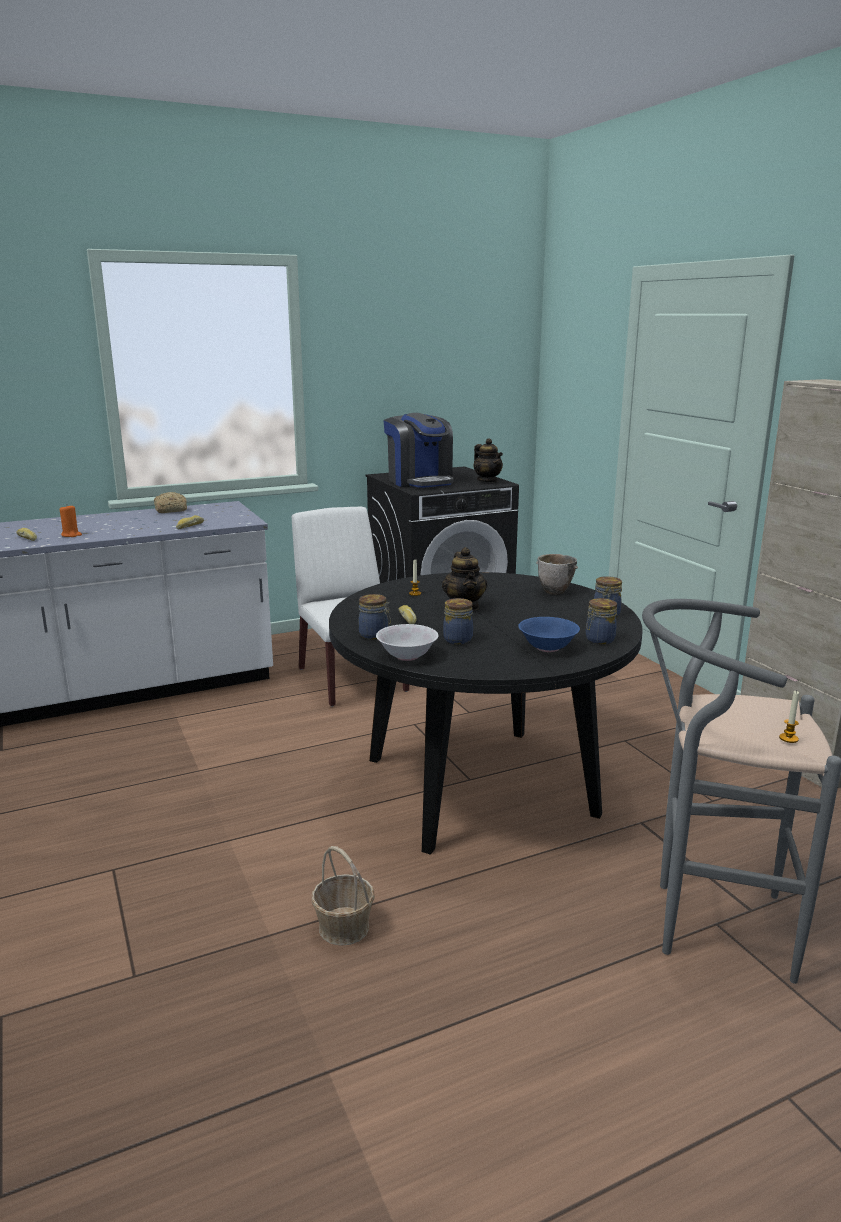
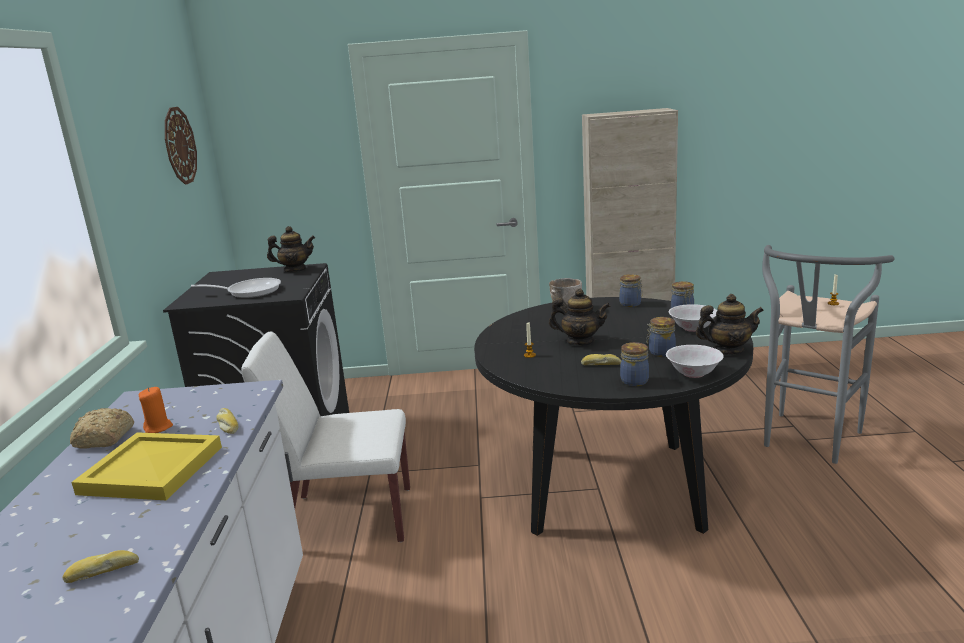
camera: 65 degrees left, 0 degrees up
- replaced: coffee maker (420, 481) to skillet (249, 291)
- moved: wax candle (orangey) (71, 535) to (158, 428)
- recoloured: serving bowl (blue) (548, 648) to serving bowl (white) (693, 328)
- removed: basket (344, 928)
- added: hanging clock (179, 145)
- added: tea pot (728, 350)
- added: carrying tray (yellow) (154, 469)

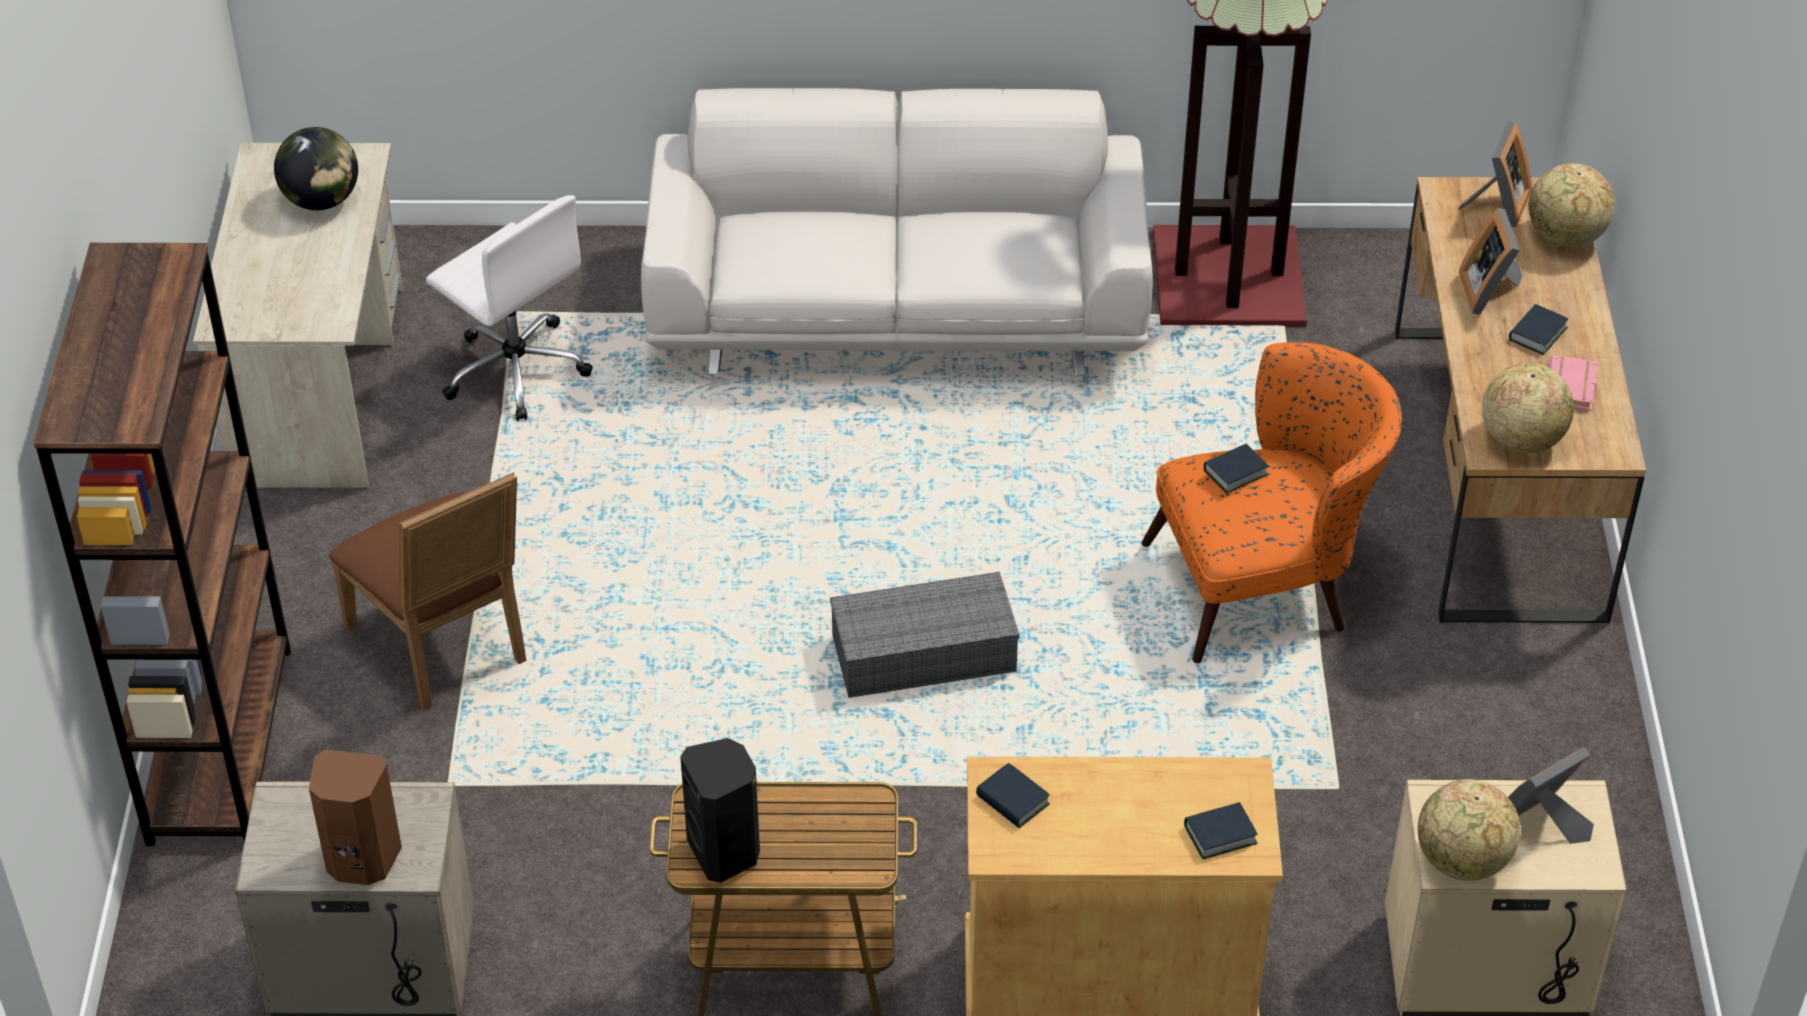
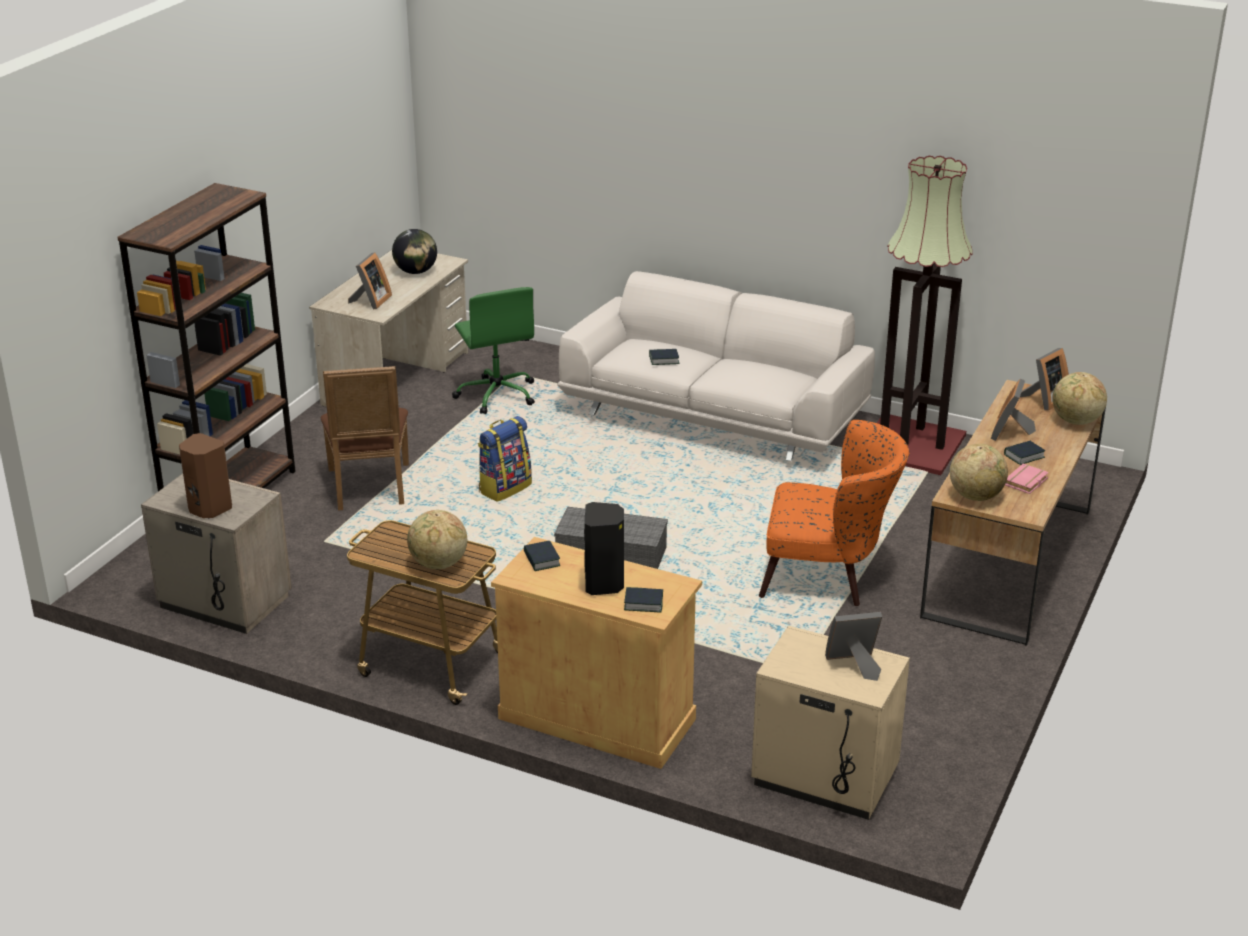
camera: 25 degrees right, 15 degrees down
- recoloured: computer chair (white) (515, 369) to computer chair (green-coloured) (497, 394)
- moved: bound book (1235, 472) to (664, 360)
- moved: loudspeaker (black) (725, 852) to (604, 584)
- moved: desk globe (1462, 861) to (438, 564)
- added: picture frame (371, 301)
- added: rucksack (504, 488)

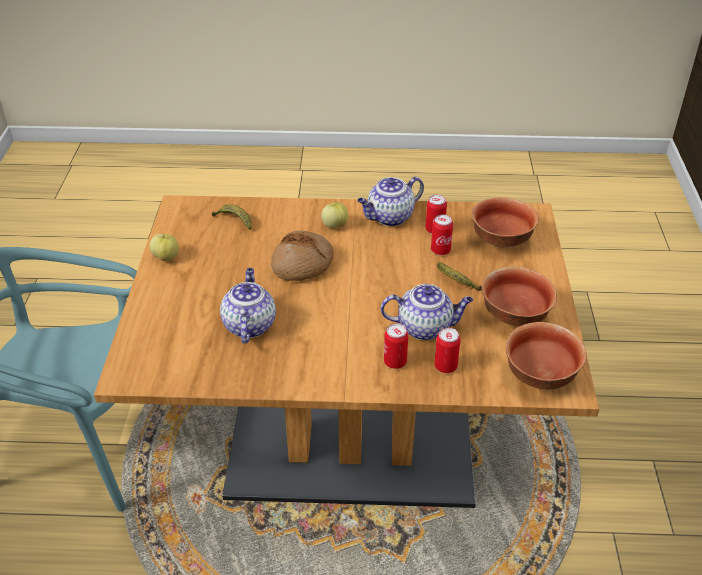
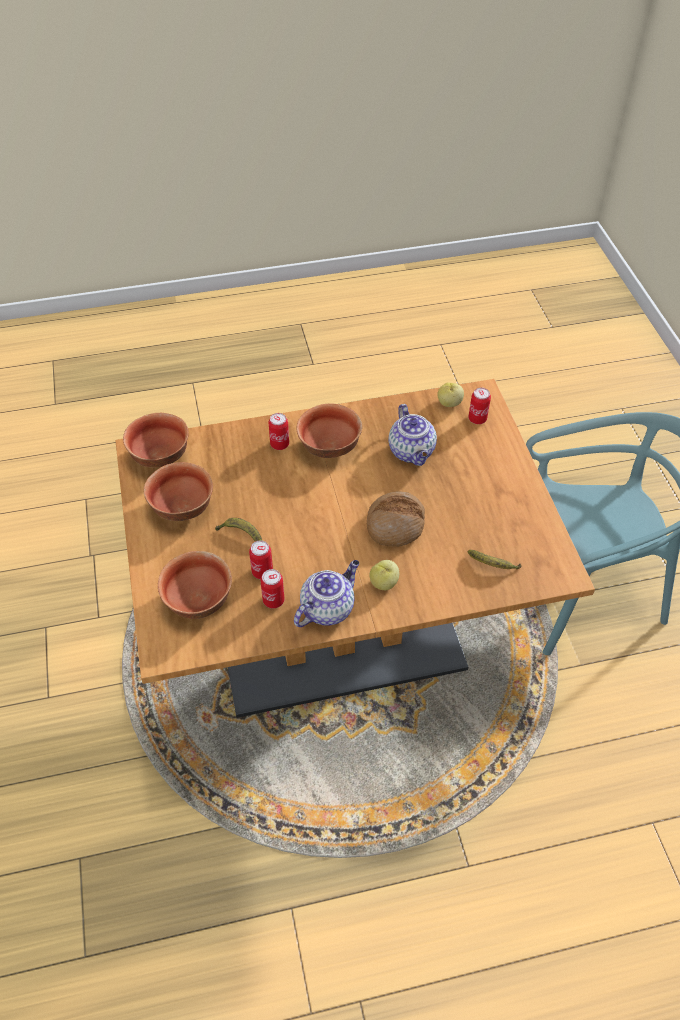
camera: 165 degrees right, 10 degrees up
- moved: whole apple (166, 257) to (449, 403)
- removed: tea pot (426, 327)
- moved: metal can (445, 366) to (477, 419)
- added: serving bowl (329, 448)

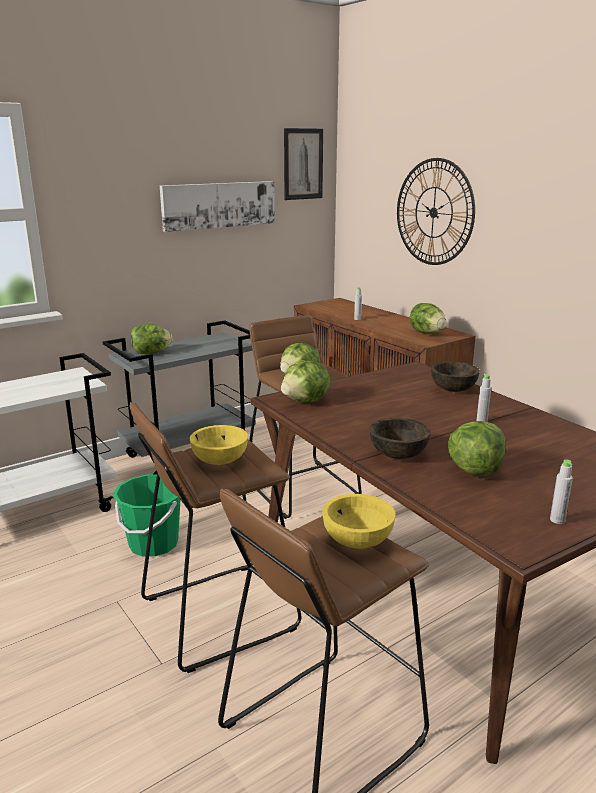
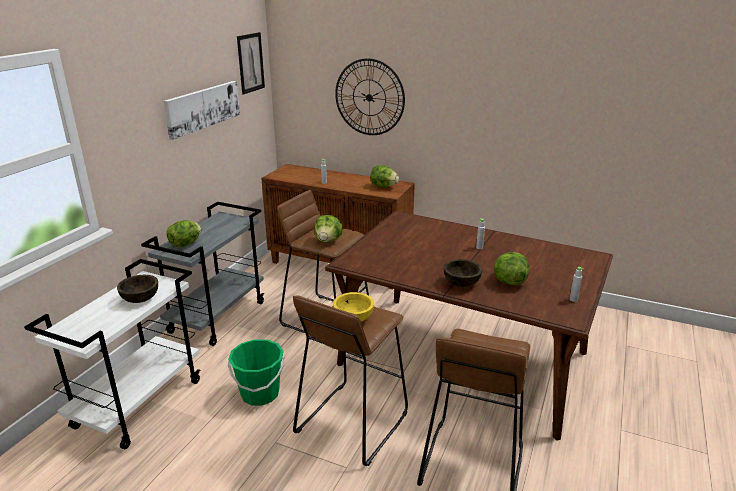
camera: 30 degrees left, 5 degrees up
- removed: lettuce (306, 401)
- moved: serving bowl (brownish) (453, 389) to (140, 299)
- removed: serving bowl (yellow) (357, 540)

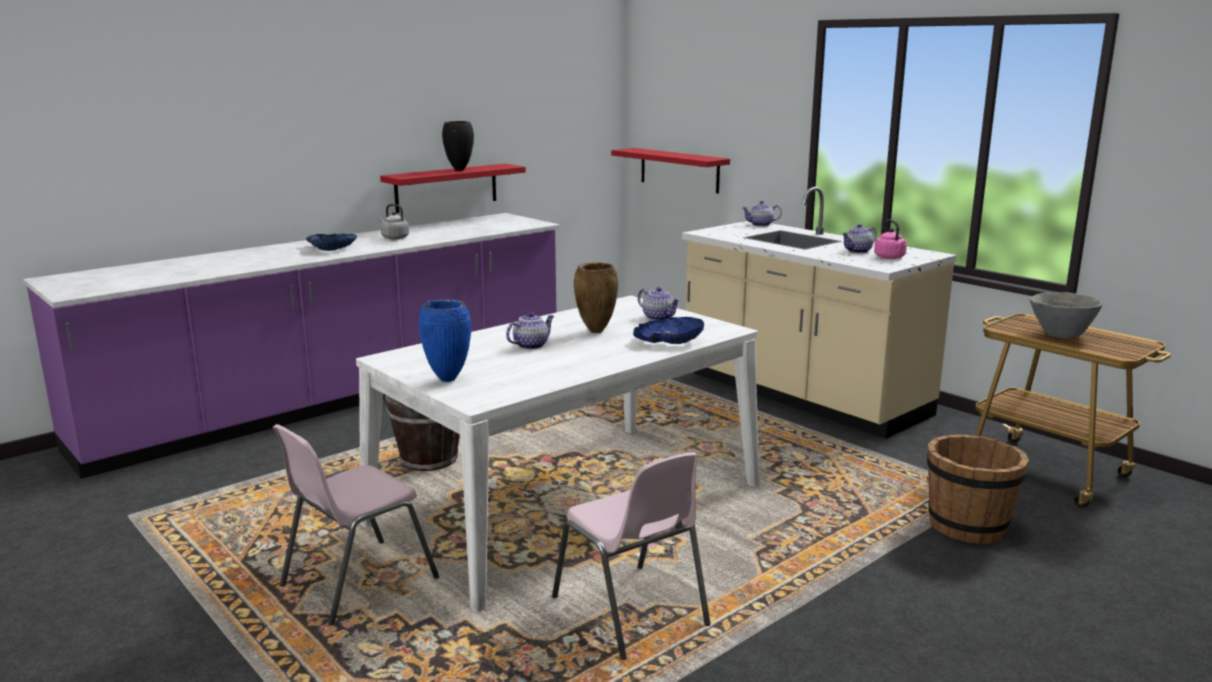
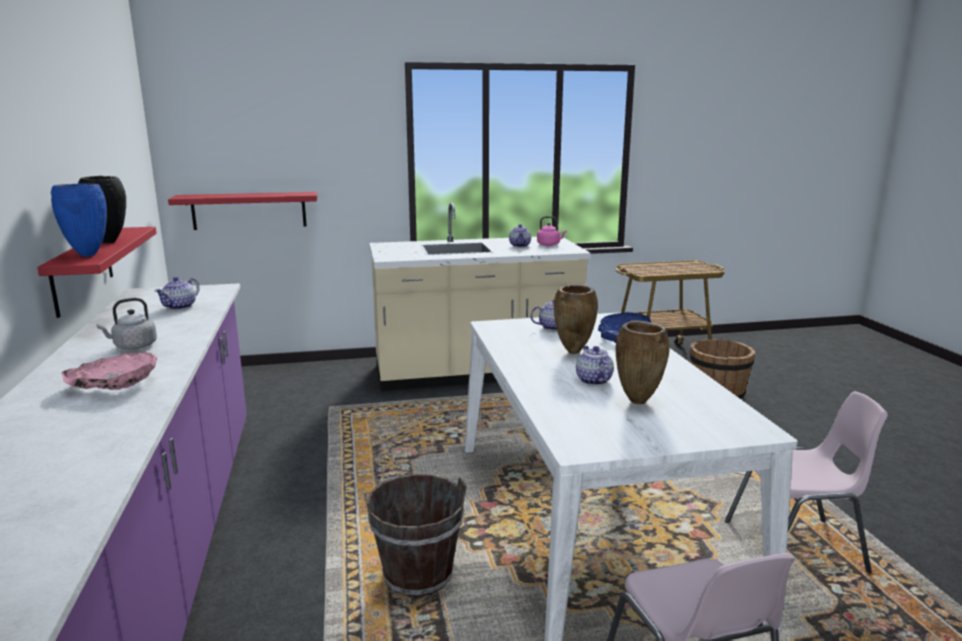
camera: 60 degrees left, 0 degrees up
- moved: tea pot (760, 224) to (180, 307)
- recoloured: serving bowl (blue) (332, 248) to serving bowl (pink-coloured) (115, 384)
- removed: serving bowl (greyish) (1060, 335)
- moved: decorative vase (blue) (448, 379) to (89, 255)
- added: decorative vase (brownish) (639, 402)

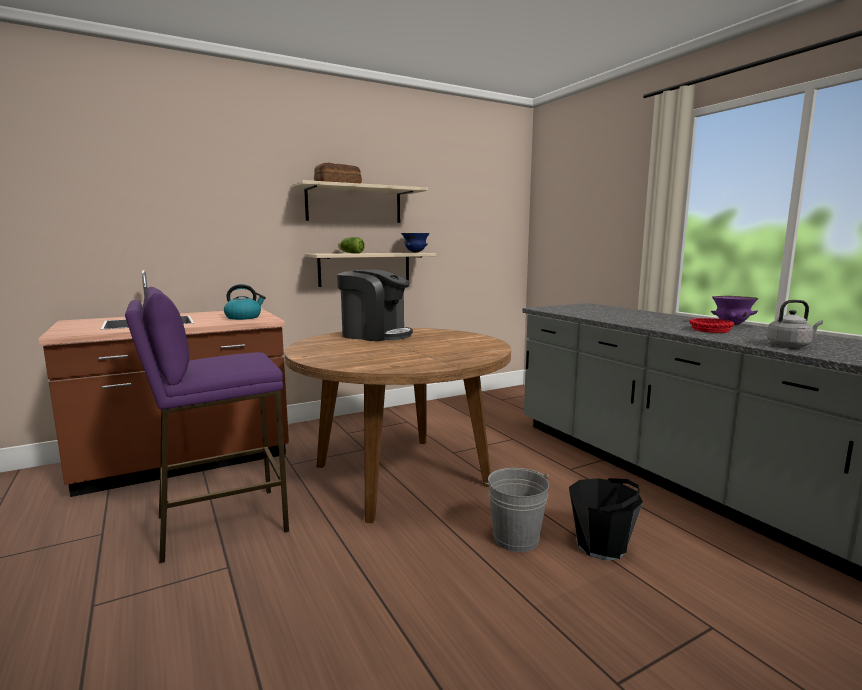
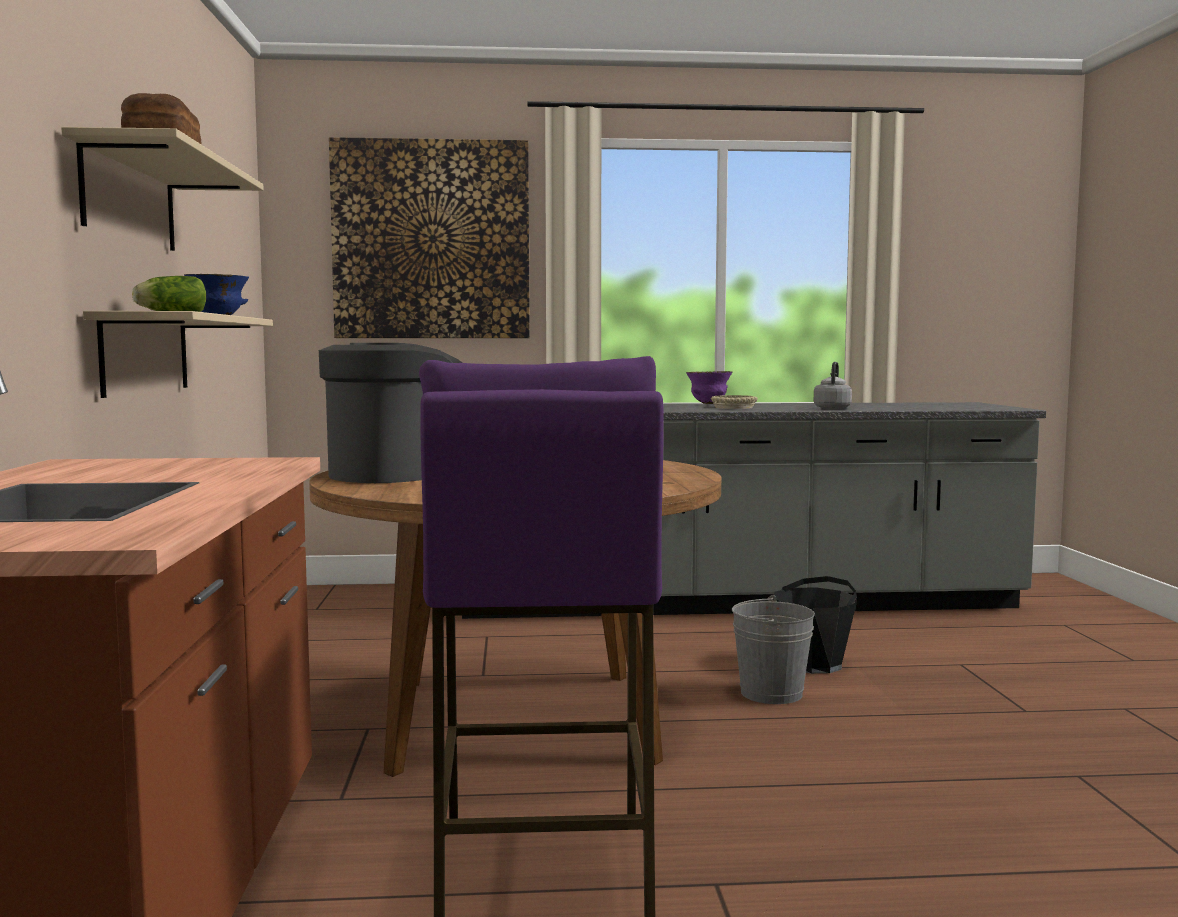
camera: 65 degrees left, 5 degrees down
- removed: kettle (244, 317)
- recoloured: serving bowl (reddish) (710, 330) to serving bowl (sand-coloured) (733, 407)
- added: picture (431, 240)

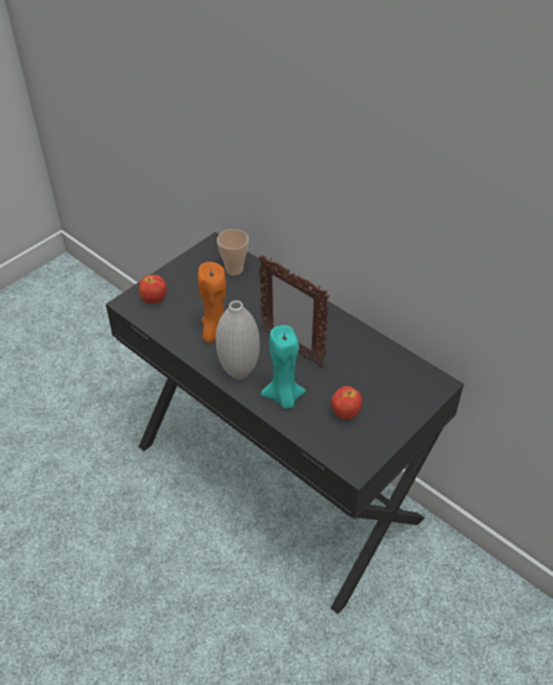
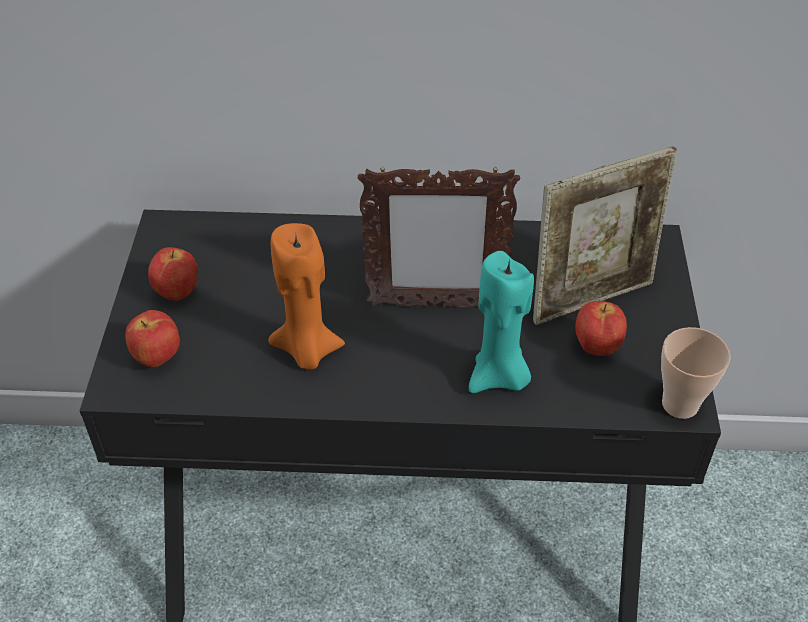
camera: 40 degrees left, 0 degrees up
- moved: small cup (234, 269) to (680, 404)
- removed: decorative vase (white) (239, 371)
- added: picture frame (591, 298)
- added: whole apple (177, 292)

